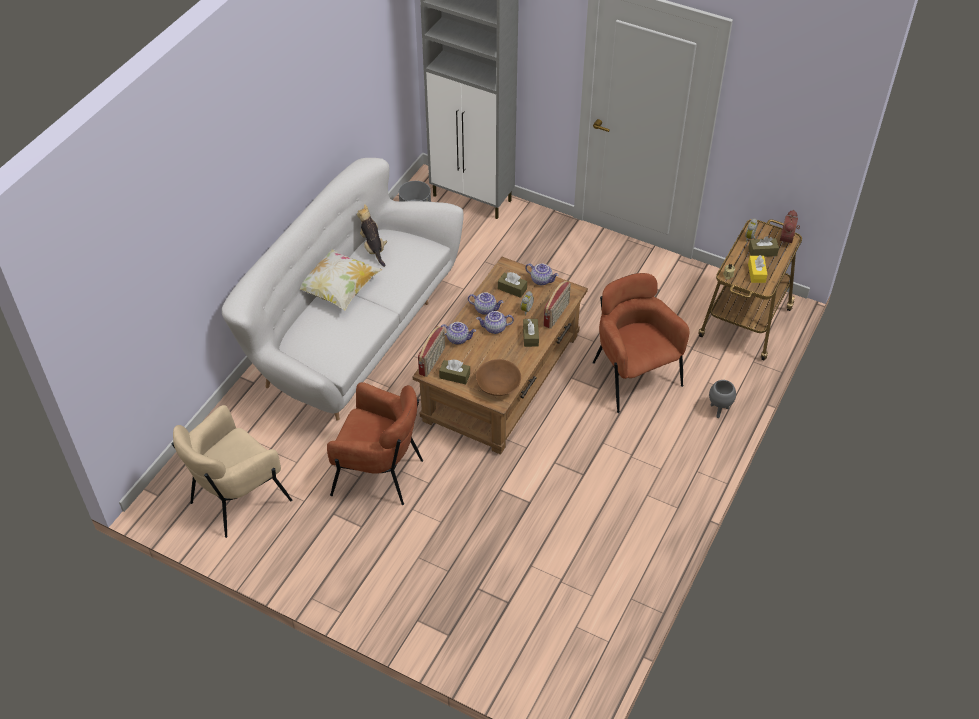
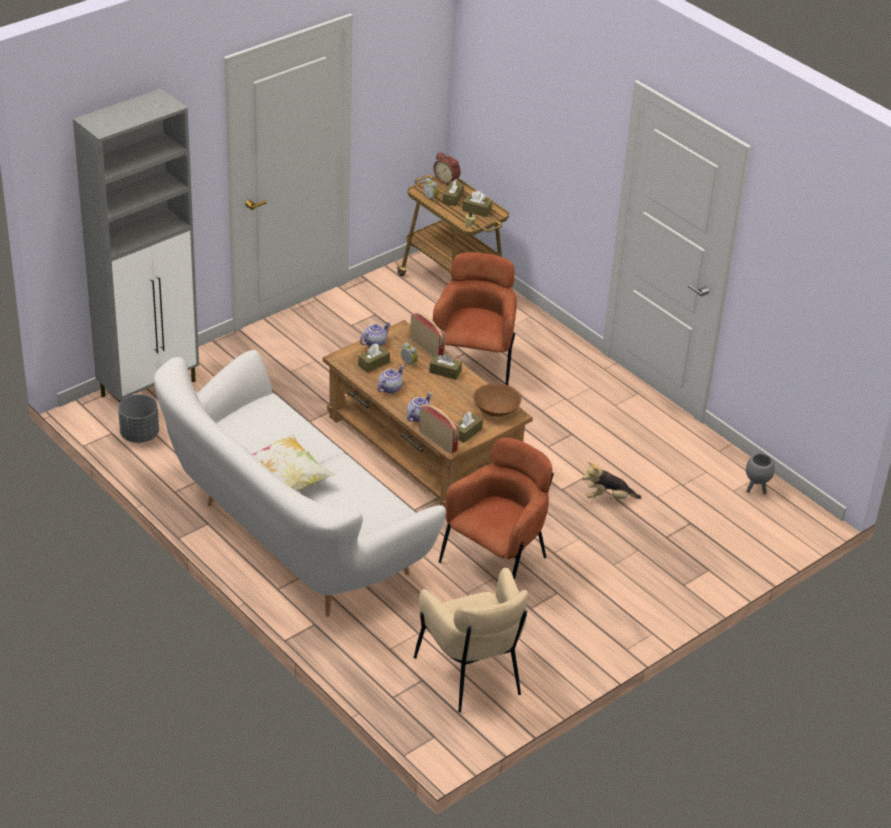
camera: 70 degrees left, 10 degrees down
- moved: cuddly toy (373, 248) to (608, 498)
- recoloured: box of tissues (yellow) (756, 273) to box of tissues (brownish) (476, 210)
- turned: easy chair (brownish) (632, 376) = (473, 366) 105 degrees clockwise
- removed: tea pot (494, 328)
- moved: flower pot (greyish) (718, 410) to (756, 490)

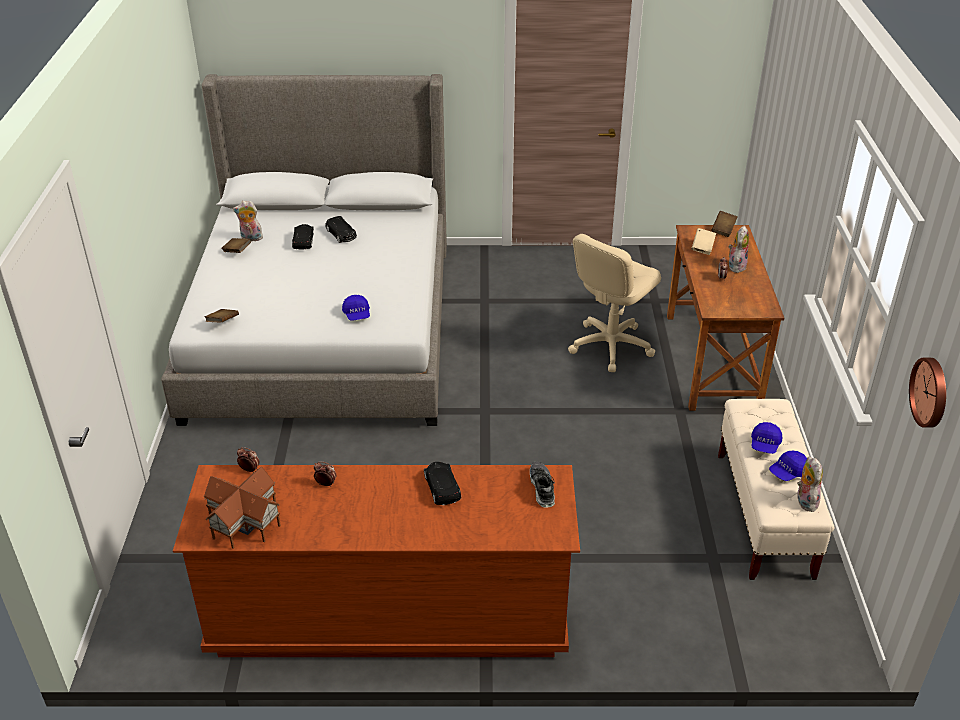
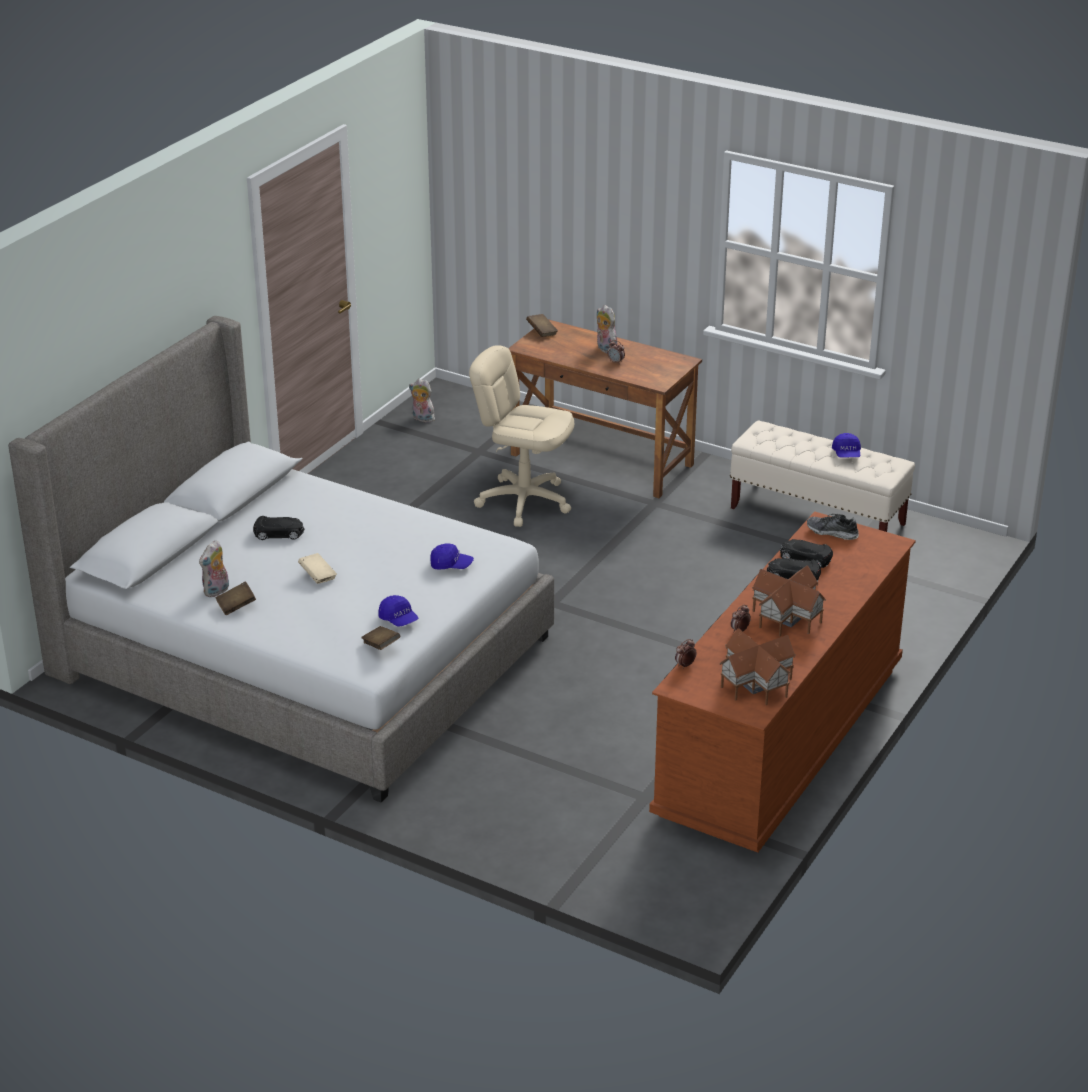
camera: 60 degrees left, 5 degrees down
- moved: miniature car (black) (303, 241) to (805, 558)
- moved: bound book (sand-coloured) (702, 247) to (318, 576)
- turned: computer chair (sand-coloured) (610, 346) = (524, 501) 135 degrees clockwise
- removed: hanging clock (931, 392)
- moved: baseball cap (blue) (765, 445) to (398, 619)
- moved: cuddly toy (804, 501) to (422, 419)
- added: model house (787, 618)

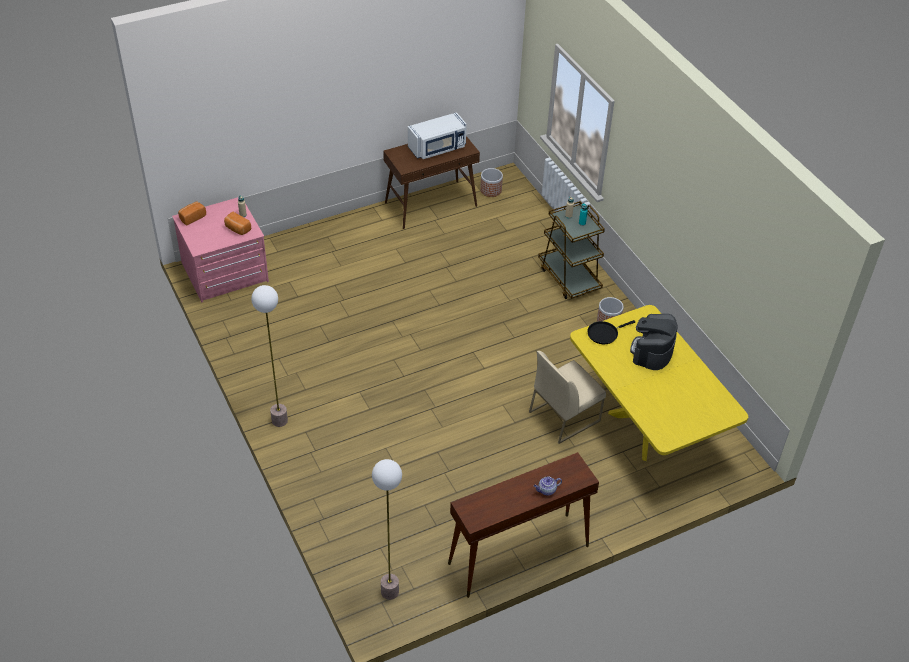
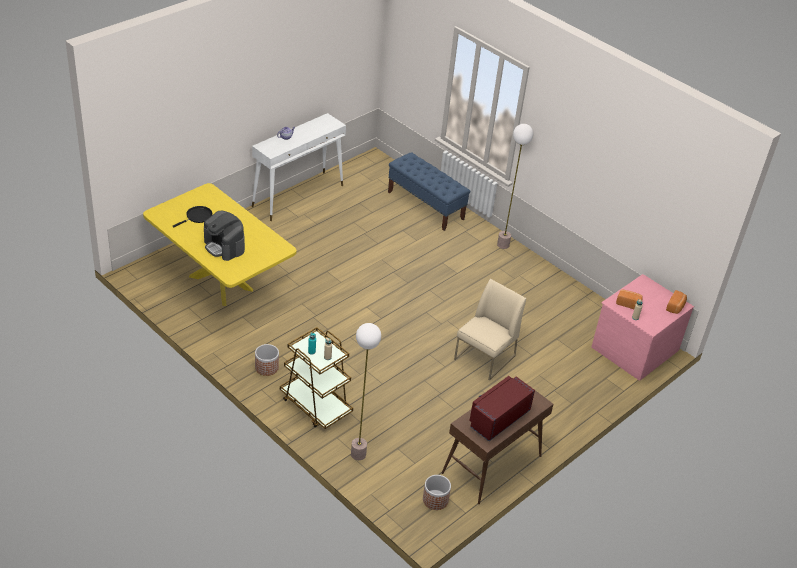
camera: 160 degrees right, 5 degrees down
- recoloured: kitchen microwave (white) (438, 148) to kitchen microwave (reddish) (498, 418)
- turned: coffee maker (652, 351) = (224, 246) 135 degrees clockwise
- moved: skillet (black) (604, 333) to (197, 217)
- moved: chair (sand-coloured) (564, 416) to (485, 358)
- recoloured: hall table (brownish) (518, 555) to hall table (white) (298, 195)
- moved: standard lamp (389, 592) to (358, 454)
- added: bench (blue) (426, 205)

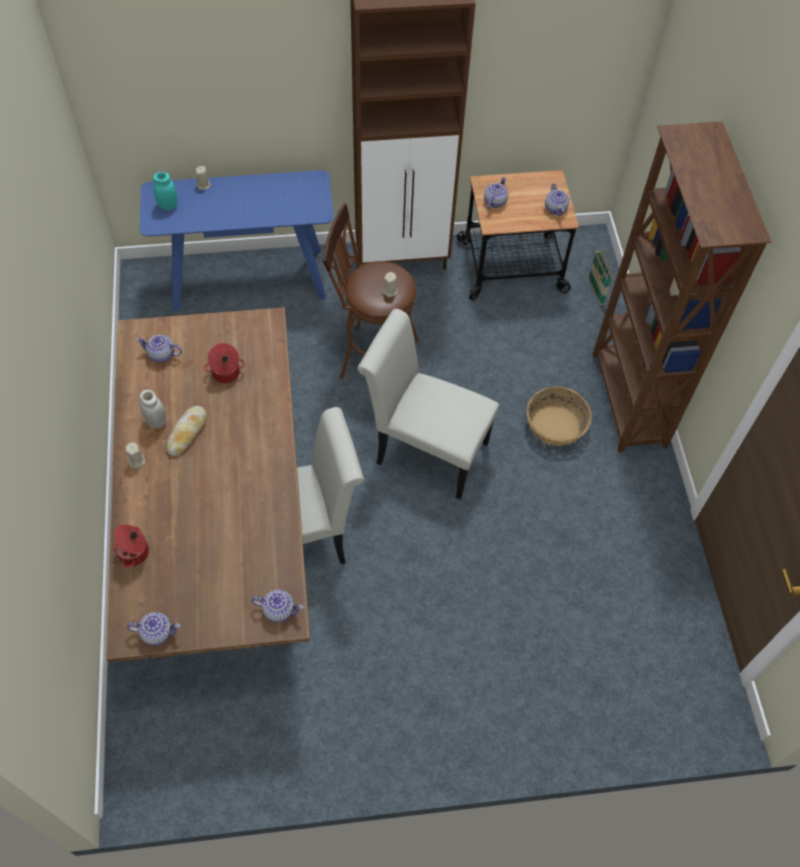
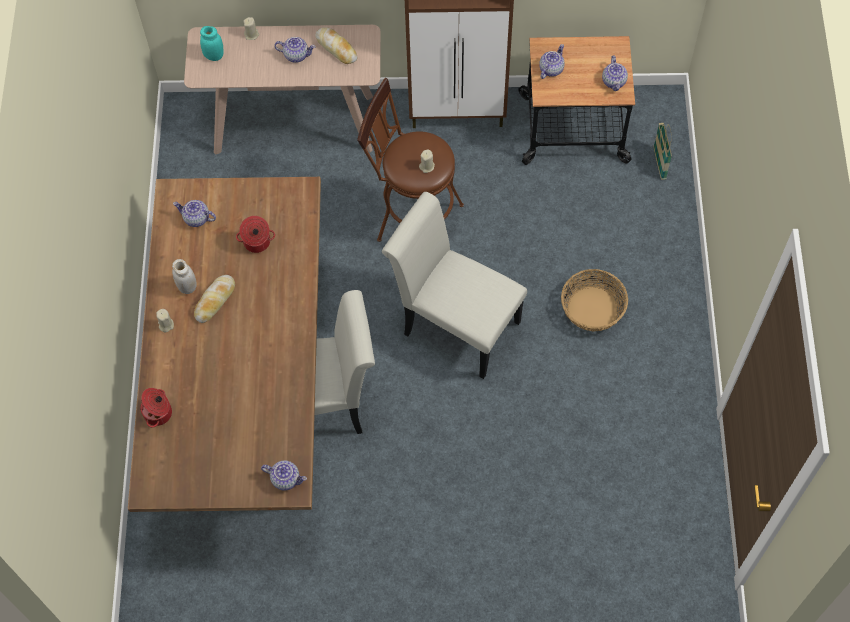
camera: 10 degrees right, 5 degrees up
- removed: bookshelf (brownish) (627, 401)
- recoloured: hall table (blue) (248, 279) to hall table (sand-coloured) (294, 123)
- moved: tea pot (157, 632) to (296, 55)
- added: bakery bread (336, 48)

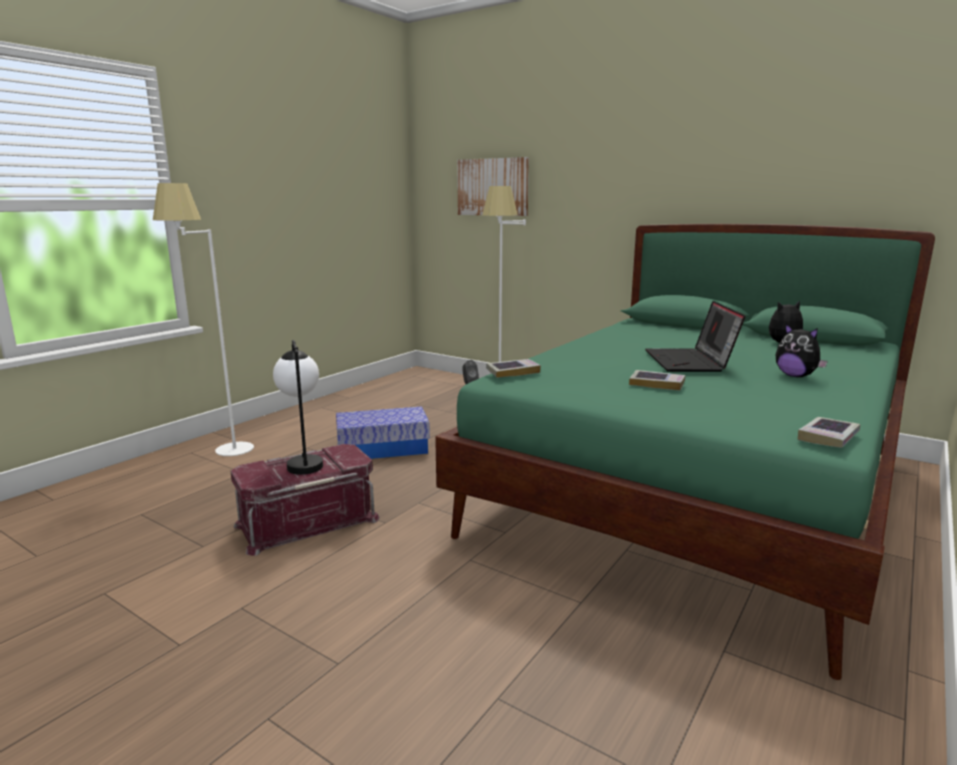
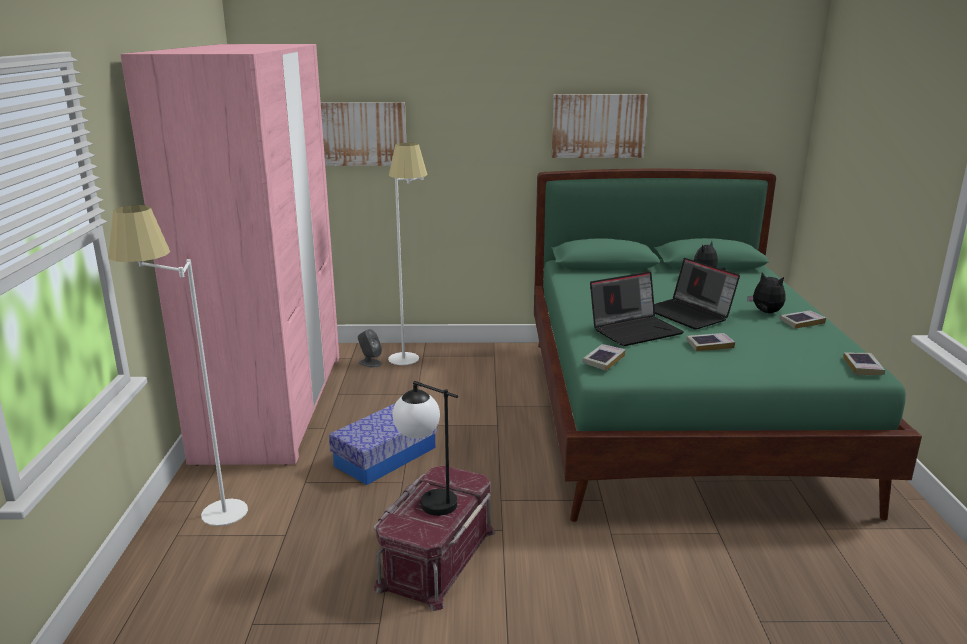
camera: 35 degrees left, 5 degrees up
- turned: cuddly toy (796, 376) = (765, 312) 150 degrees counterclockwise
- added: armoire (pink-coloured) (273, 404)
- added: picture (598, 126)
- added: laptop (635, 330)
- added: bound book (801, 322)

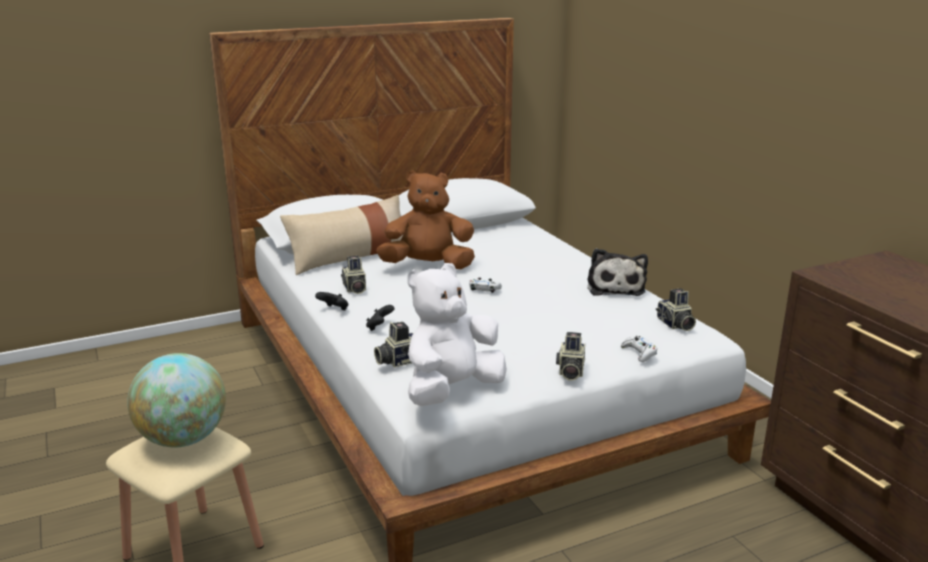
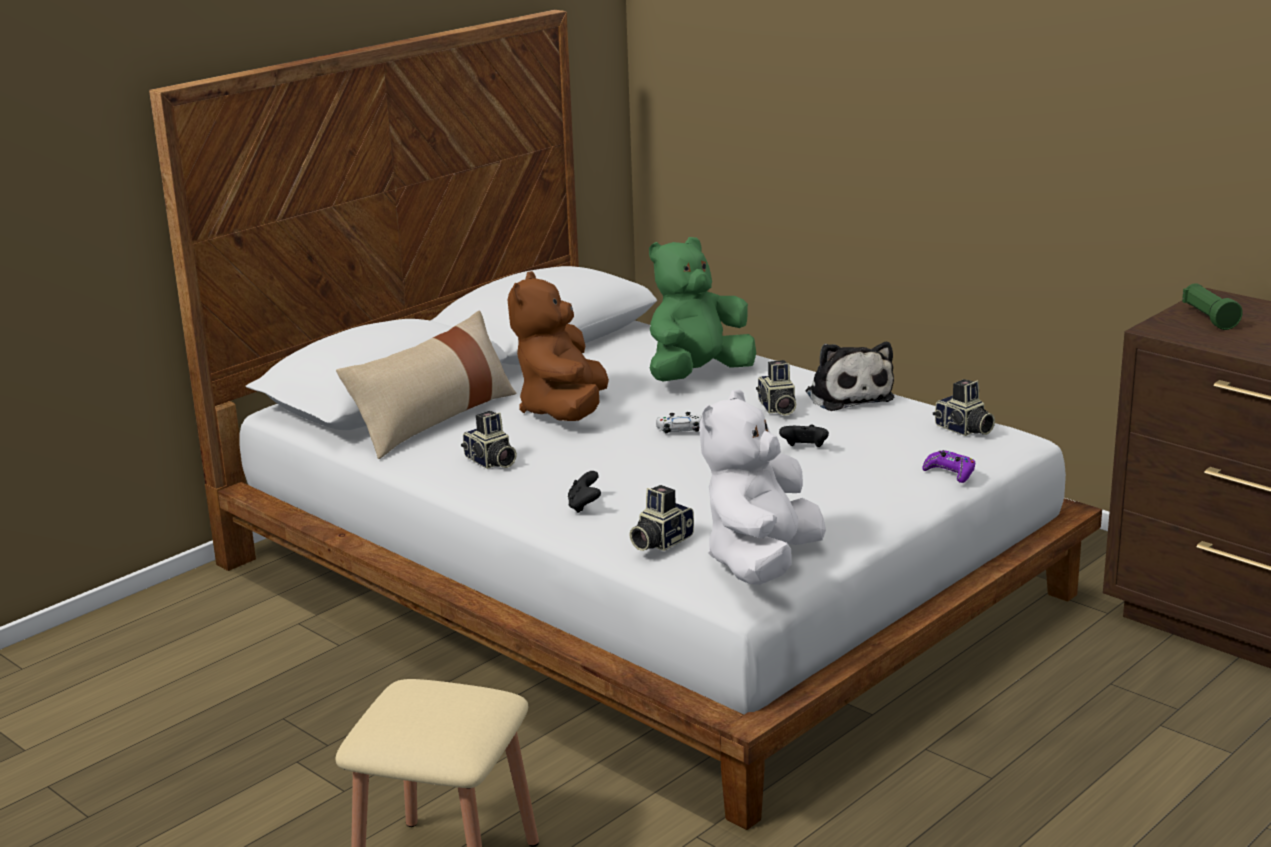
camera: 20 degrees left, 0 degrees up
- turned: cuddly toy (brownish) (428, 266) = (564, 412) 60 degrees counterclockwise
- moved: gamepad (black) (334, 310) to (804, 449)
- moved: photo camera (570, 371) to (777, 408)
- recoloured: gamepad (white) (639, 353) to gamepad (purplish) (950, 472)
- removed: desk globe (183, 439)
- added: cuddly toy (green-coloured) (697, 376)
- added: hand torch (green-coloured) (1208, 318)

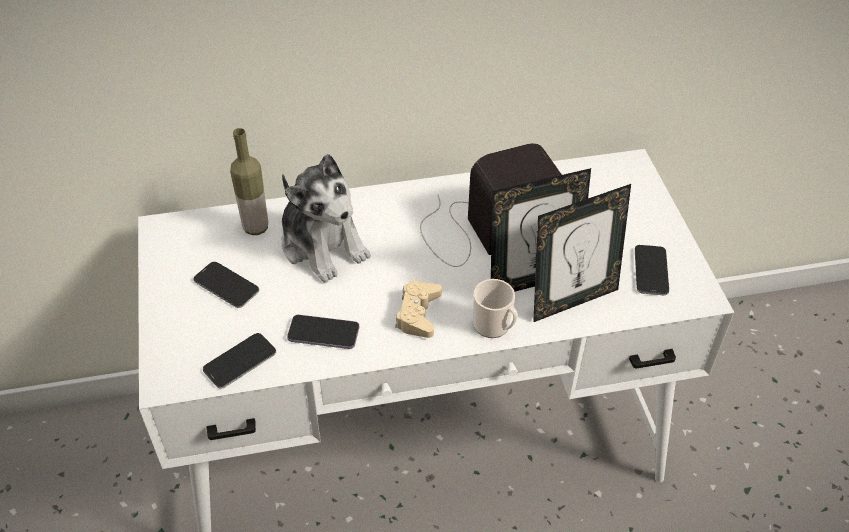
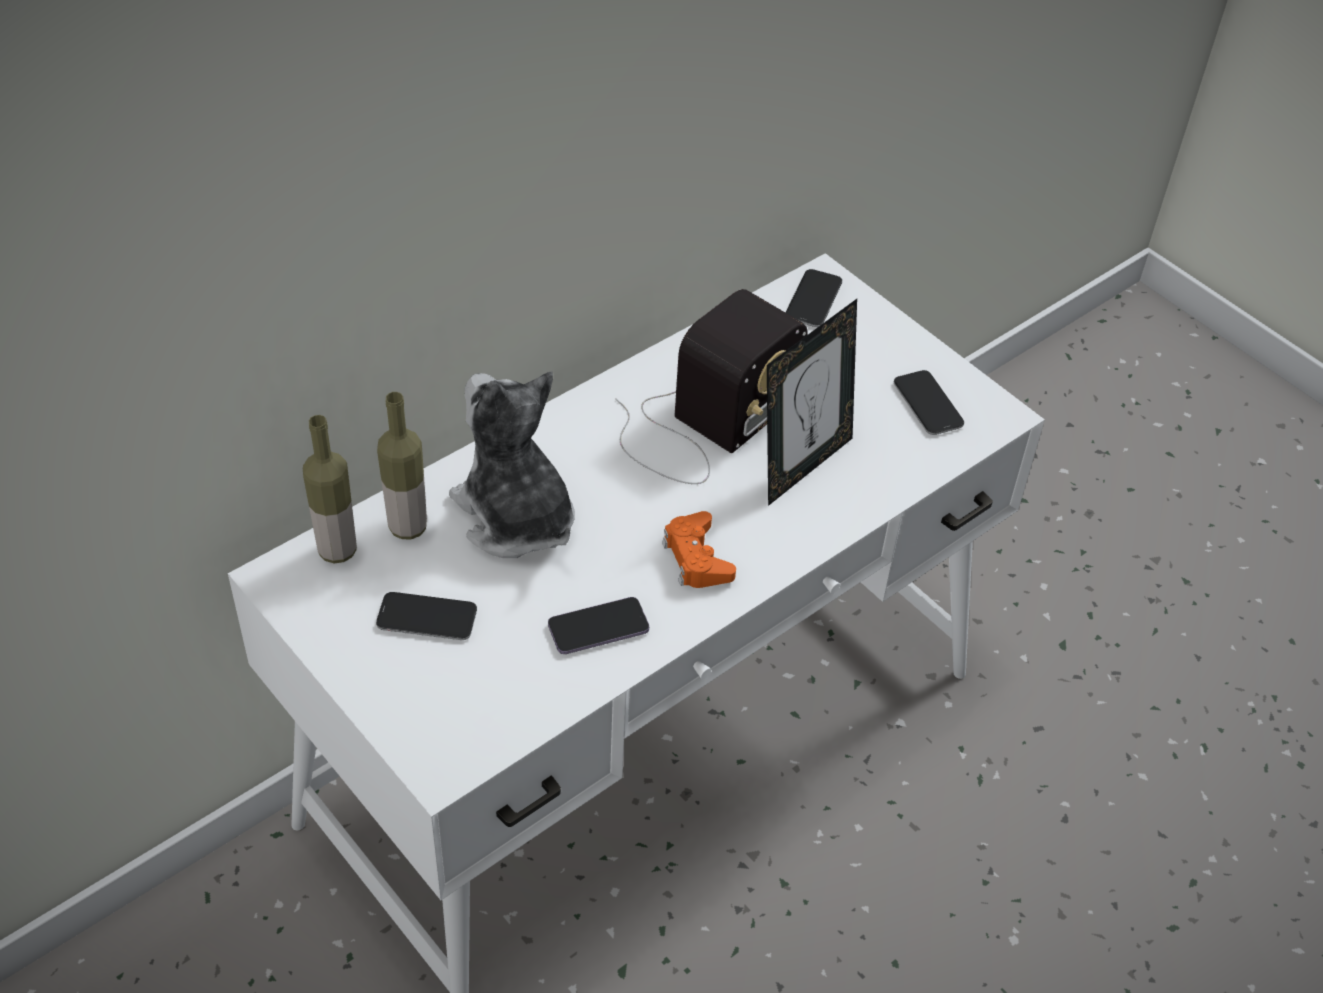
camera: 30 degrees left, 0 degrees up
- turned: cuddly toy (323, 245) = (515, 517) 150 degrees counterclockwise
- removed: picture frame (572, 300)
- removed: tea mug (494, 326)
- recoloured: gamepad (sand-coloured) (418, 313) to gamepad (orangey) (696, 558)
- moved: phone (240, 361) to (813, 300)
- added: beverage bottle (337, 550)

